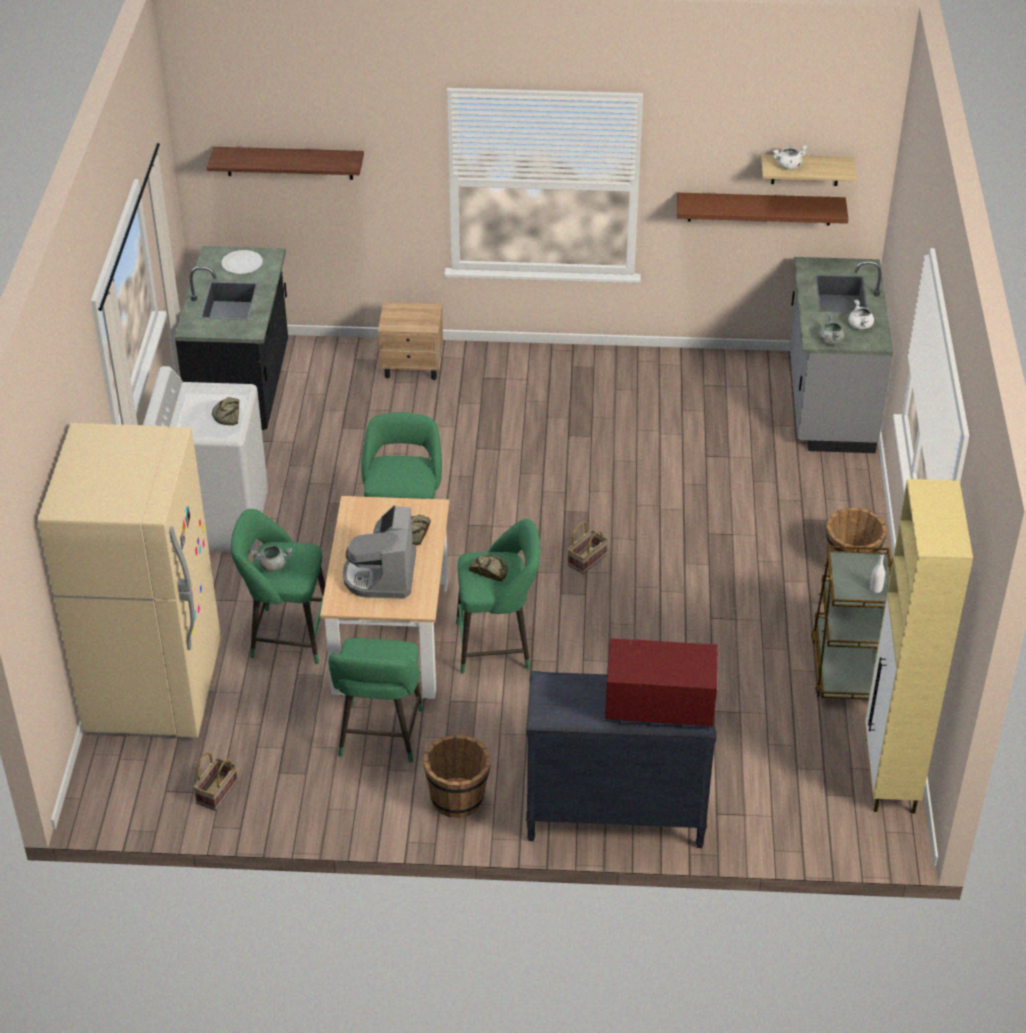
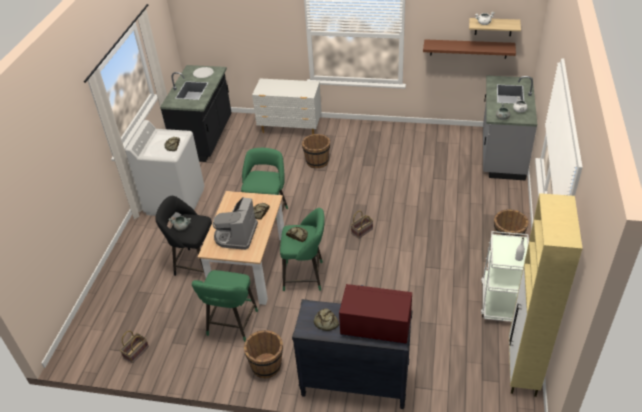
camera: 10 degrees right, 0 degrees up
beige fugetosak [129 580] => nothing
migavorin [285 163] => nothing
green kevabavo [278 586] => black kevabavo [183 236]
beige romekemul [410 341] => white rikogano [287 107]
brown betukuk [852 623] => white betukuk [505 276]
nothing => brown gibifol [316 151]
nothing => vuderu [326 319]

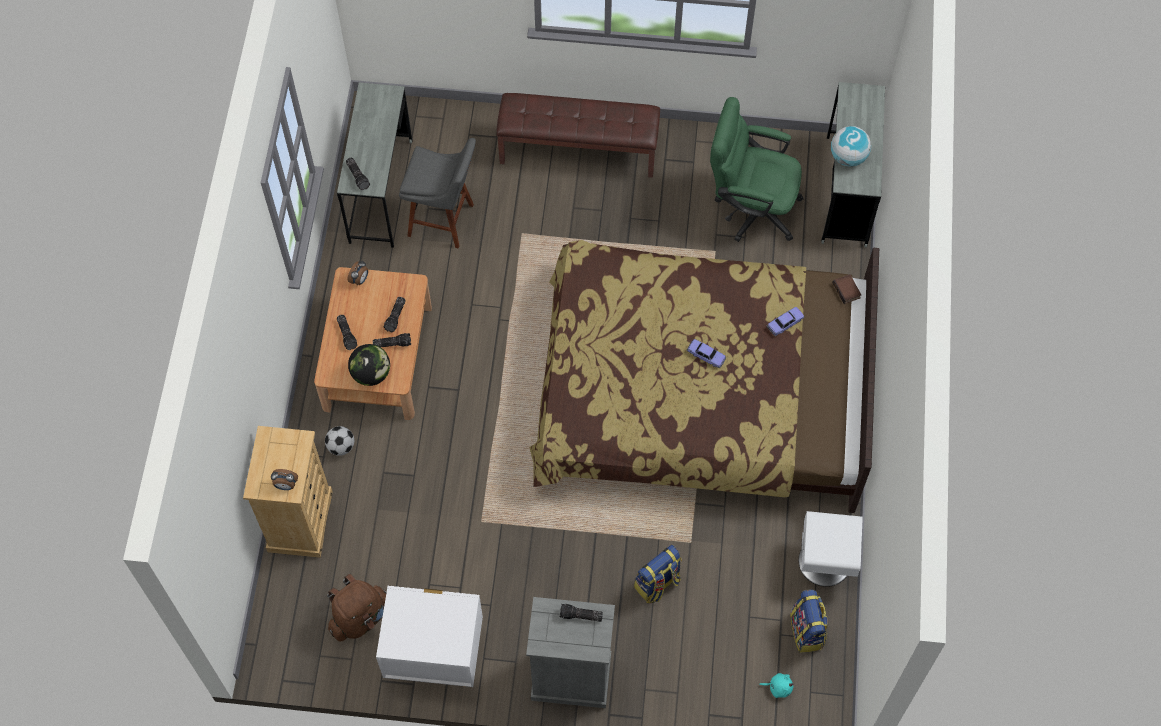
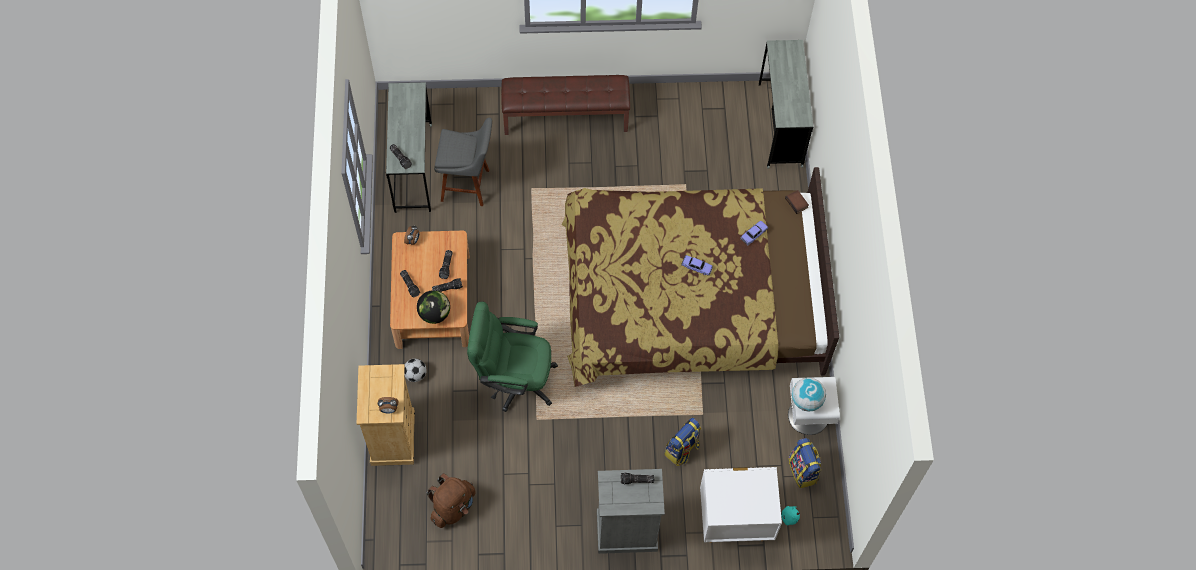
camera: 10 degrees left, 0 degrees up
white romekemul [429 636] => white romekemul [741 505], relocated
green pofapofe [757 169] => green pofapofe [512 356], relocated
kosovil [851 146] => kosovil [809 395], relocated

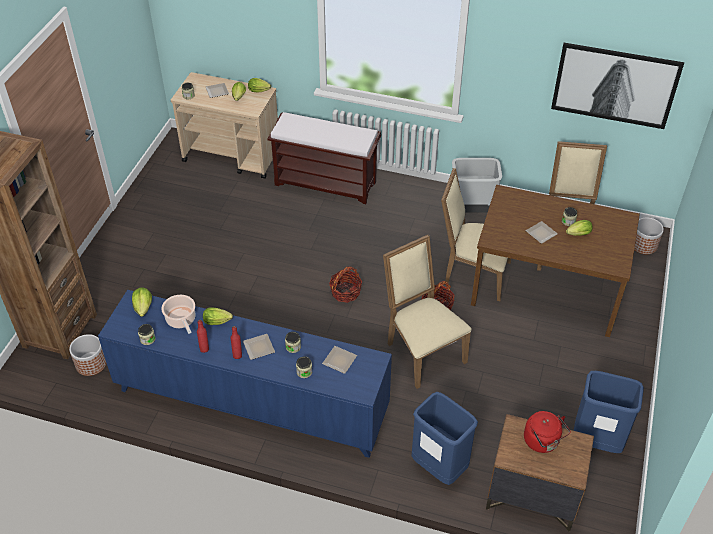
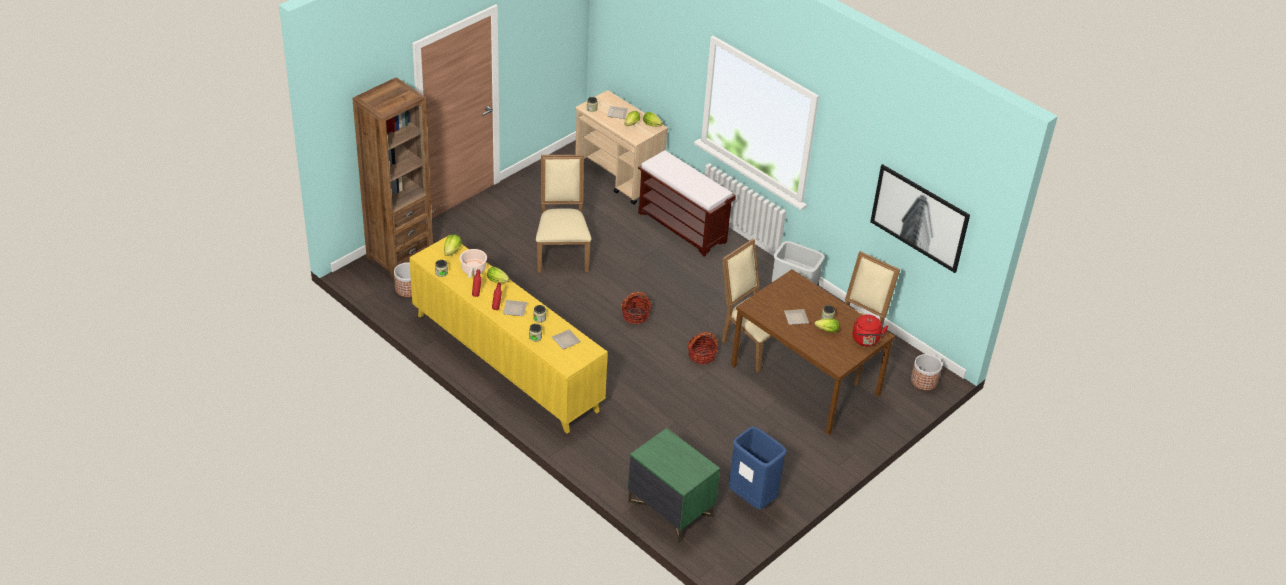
camera: 25 degrees right, 5 degrees down
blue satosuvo [245 374] => yellow satosuvo [509 335]
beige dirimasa [427 312] => beige dirimasa [563 214], relocated
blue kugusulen [445 438] => nothing
brown romekemul [540 473] => green romekemul [674 485]
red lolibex [547 432] => red lolibex [870 330], relocated

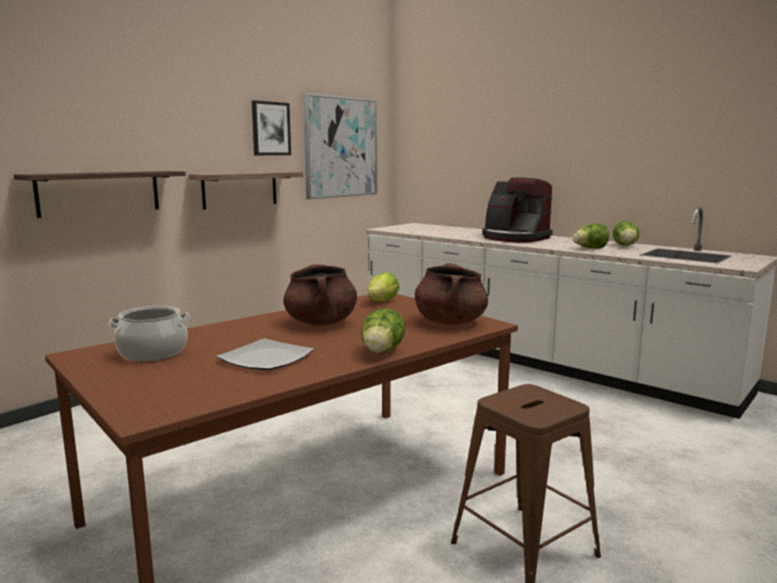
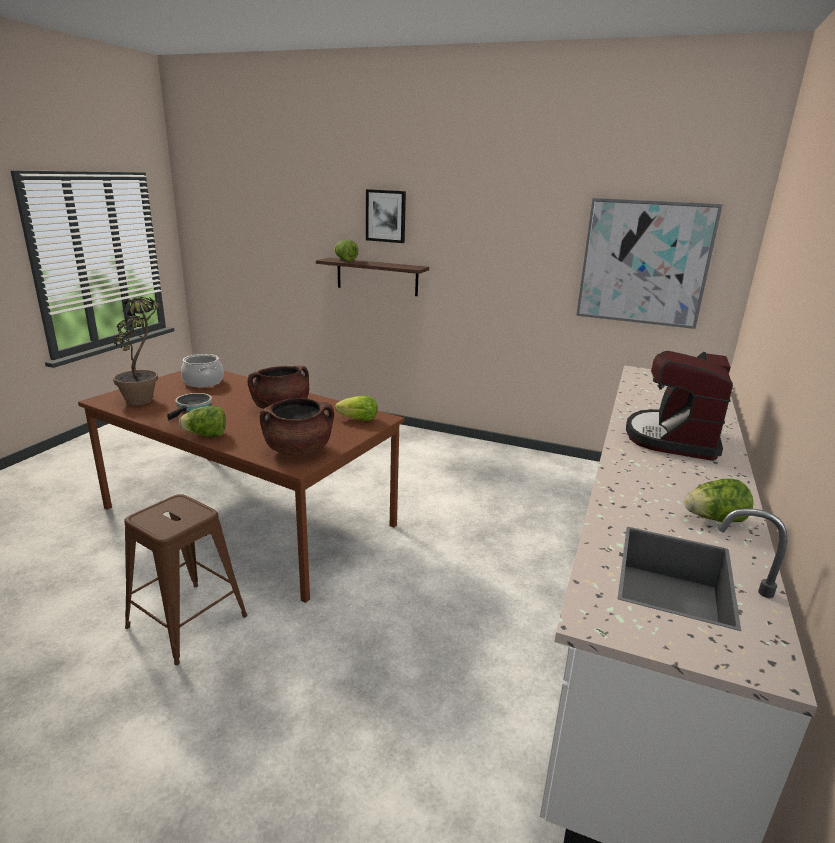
camera: 70 degrees right, 10 degrees up
migavorin [246 190] => nothing
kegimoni [265 354] => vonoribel [189 407]
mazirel [271 127] => mazirel [386 216], relocated
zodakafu [591 236] => zodakafu [346 251], relocated
nothing => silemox [137 349]

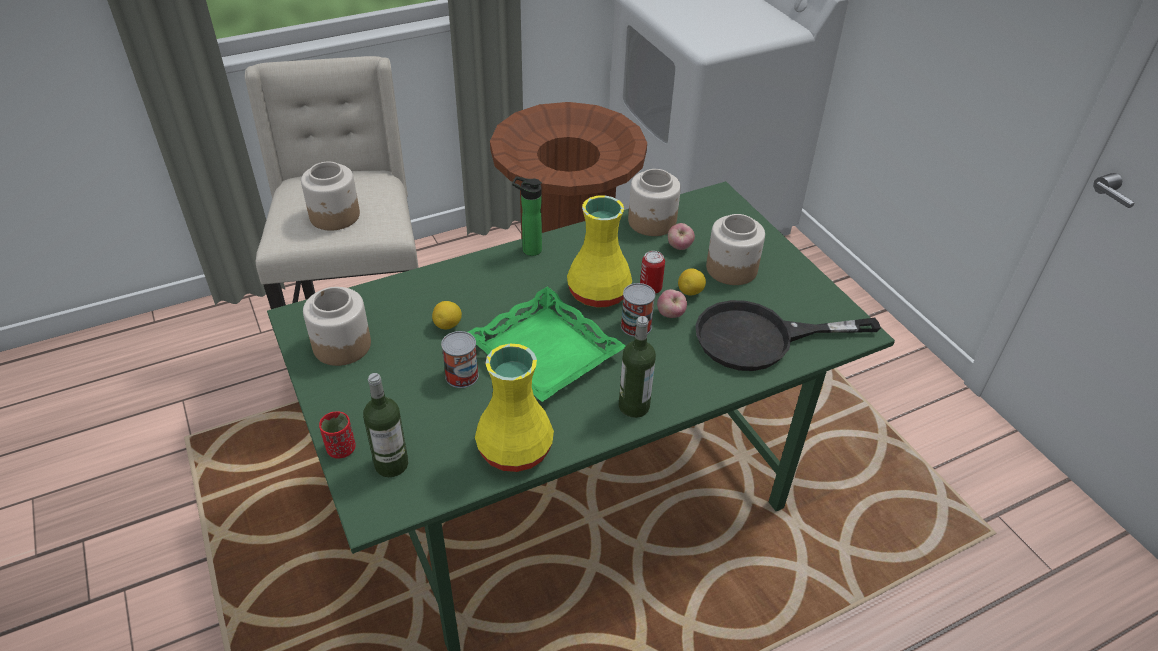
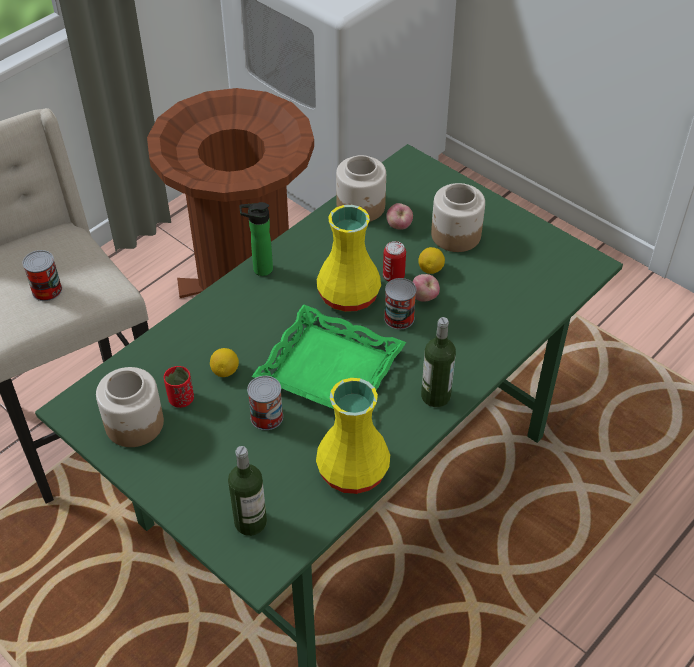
camera: 20 degrees left, 5 degrees up
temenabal [330 196] => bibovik [42 275]
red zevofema [337 435] => red zevofema [179 387], relocated
black vonoribel [788 335] => nothing

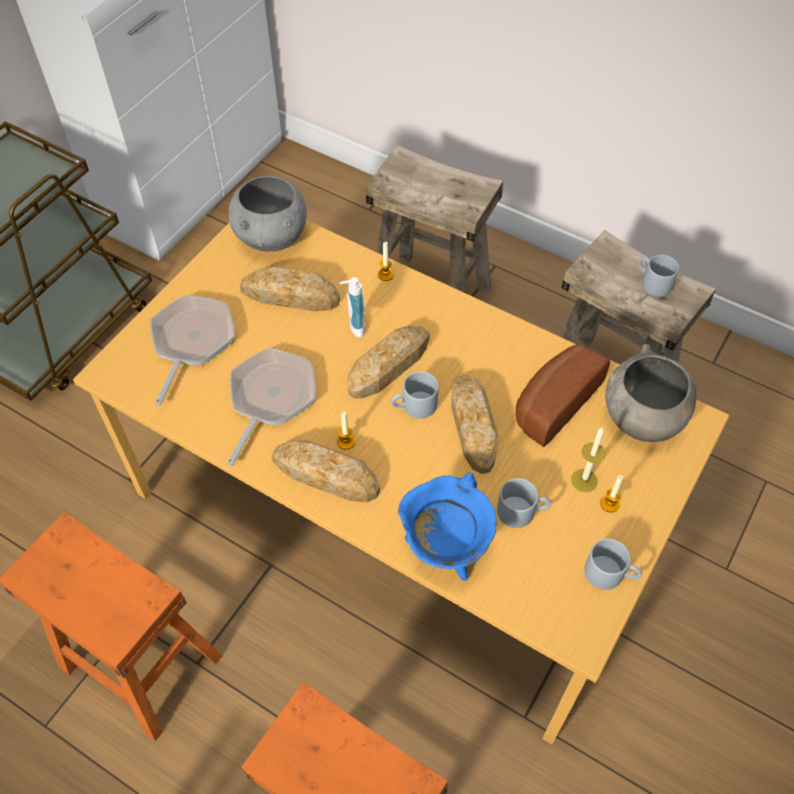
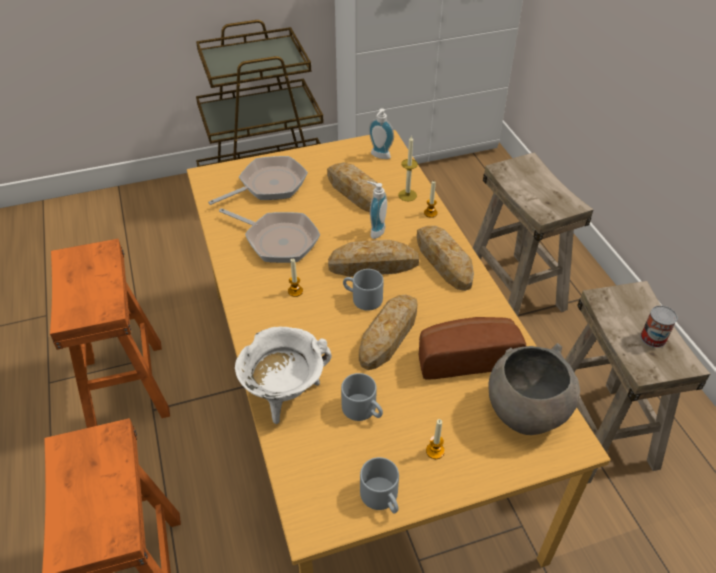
camera: 40 degrees right, 10 degrees down
vonoribel [271 407] => vonoribel [269 235], 60 degrees clockwise
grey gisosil [268 213] => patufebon [381 134]
vuderu [325 471] => vuderu [445 258], relocated
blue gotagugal [447 527] => white gotagugal [283 375]
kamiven [588 460] => kamiven [408 168], relocated
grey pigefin [658 276] => bibovik [659 326]

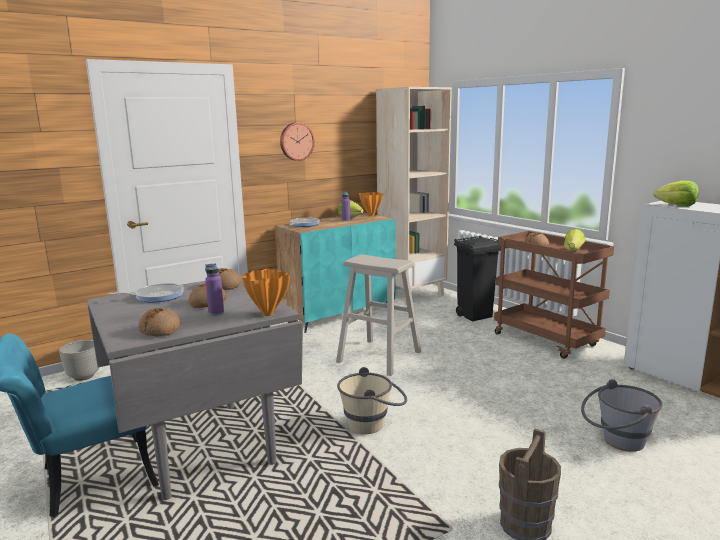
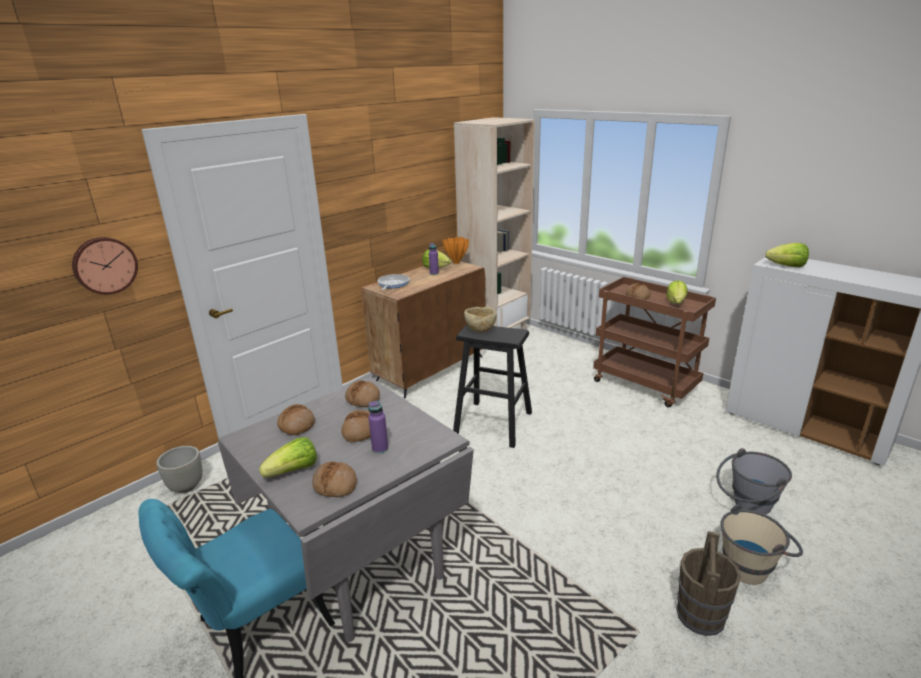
camera: 10 degrees left, 10 degrees up
vonoribel [146 293] => vuderu [296 419]
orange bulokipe [266 292] => nothing
turquoise satosuvo [335 273] => brown satosuvo [423 328]
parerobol [297 142] => parerobol [105 266], relocated
beige kevabavo [378 315] => black kevabavo [492 386]
beige gibifol [372 400] => beige gibifol [761 544], relocated
black kugusulen [477 278] => nothing
nothing => zodakafu [288 457]
nothing => beige gisosil [480 320]

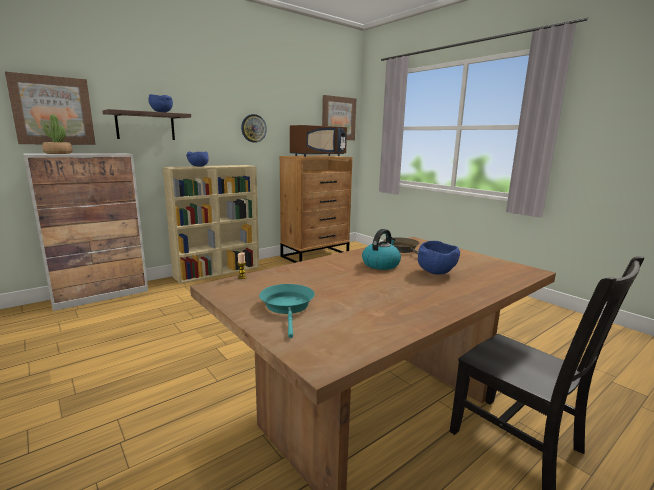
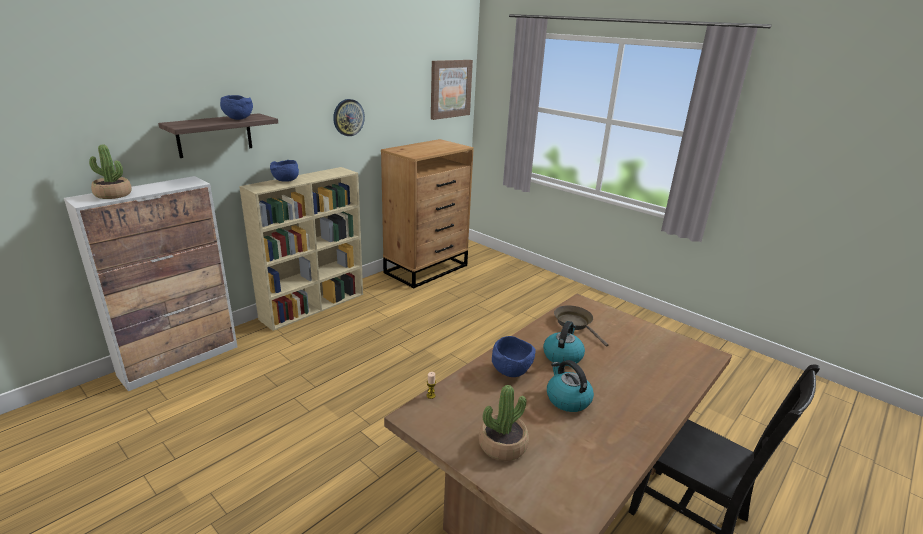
camera: 10 degrees left, 10 degrees up
mazirel [50 108] => nothing
turquoise vonoribel [287 311] => silemox [504 423]
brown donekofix [318 141] => nothing
blue gisosil [439 258] => blue gisosil [514 356], relocated
nothing => lolibex [570 386]

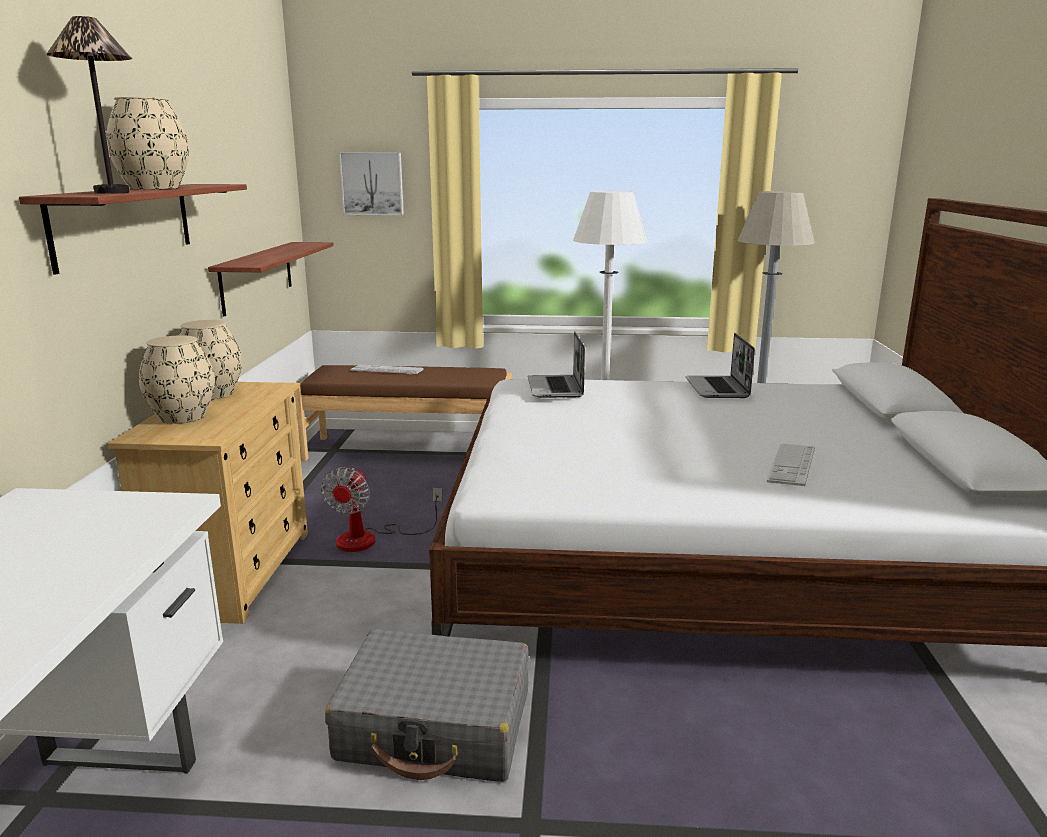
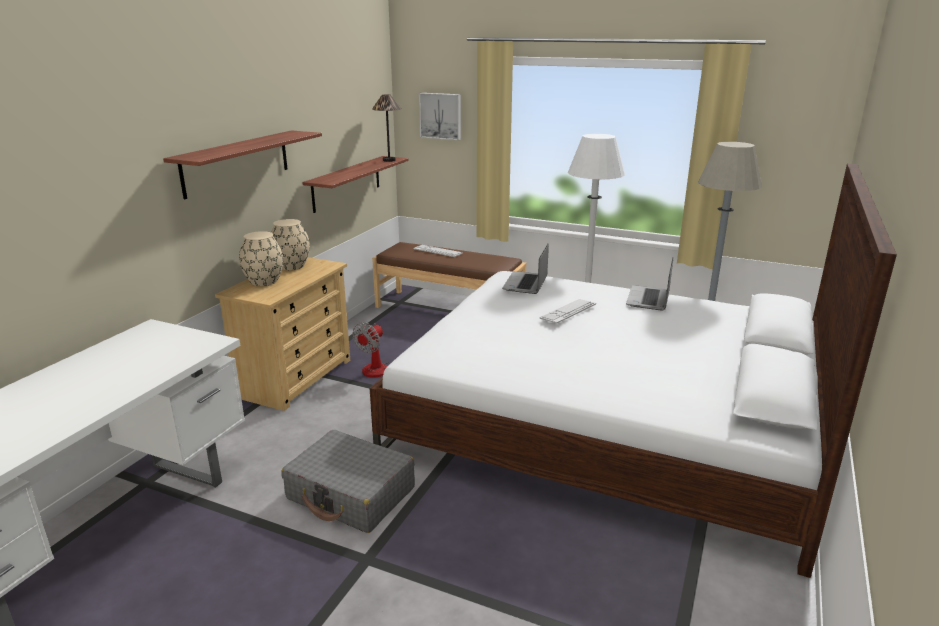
camera: 20 degrees right, 5 degrees up
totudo [89 105] => totudo [386 128], relocated
beige bulokipe [147 143] => nothing
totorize [791 465] => totorize [568 311], relocated

